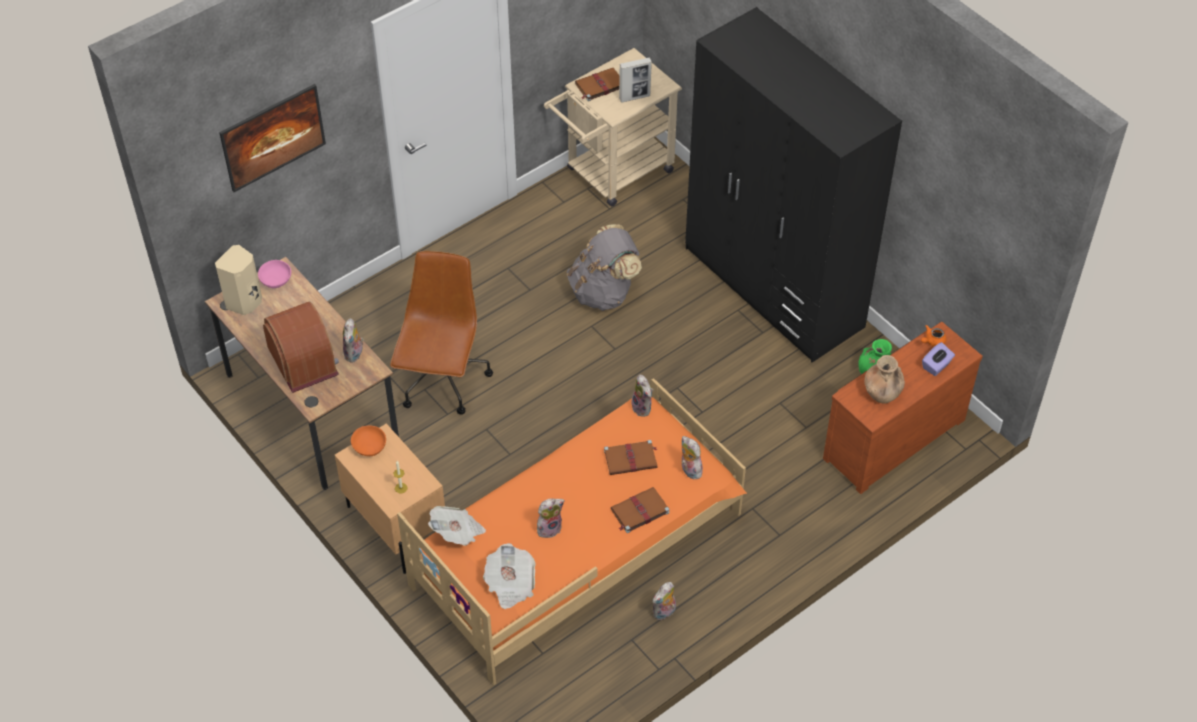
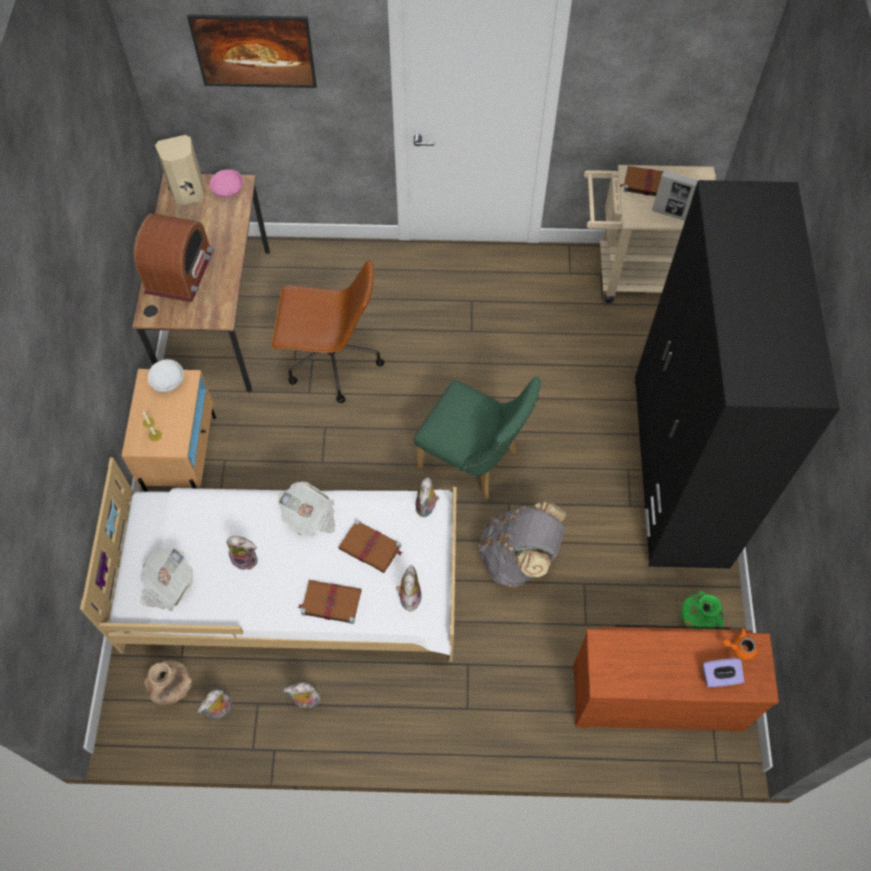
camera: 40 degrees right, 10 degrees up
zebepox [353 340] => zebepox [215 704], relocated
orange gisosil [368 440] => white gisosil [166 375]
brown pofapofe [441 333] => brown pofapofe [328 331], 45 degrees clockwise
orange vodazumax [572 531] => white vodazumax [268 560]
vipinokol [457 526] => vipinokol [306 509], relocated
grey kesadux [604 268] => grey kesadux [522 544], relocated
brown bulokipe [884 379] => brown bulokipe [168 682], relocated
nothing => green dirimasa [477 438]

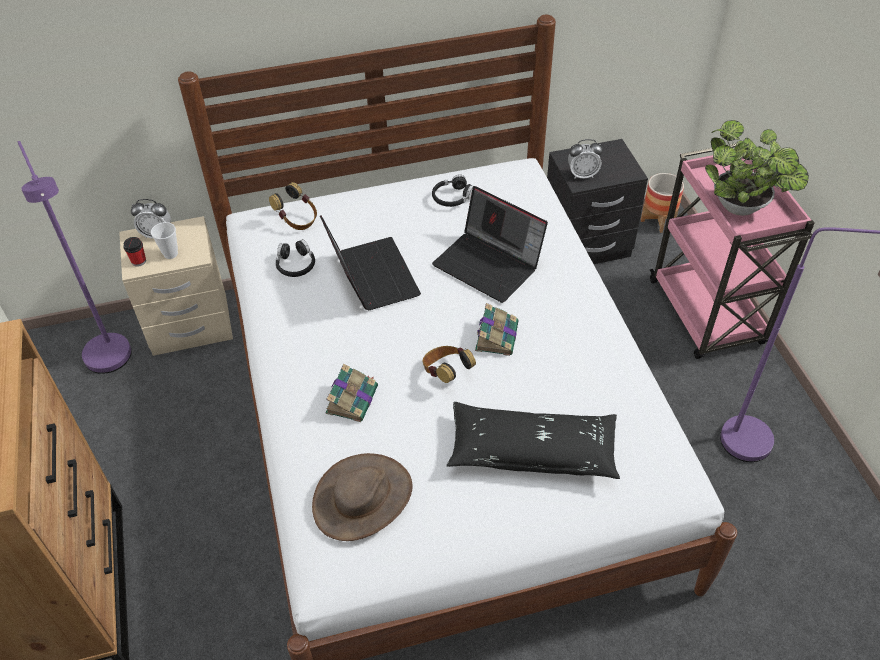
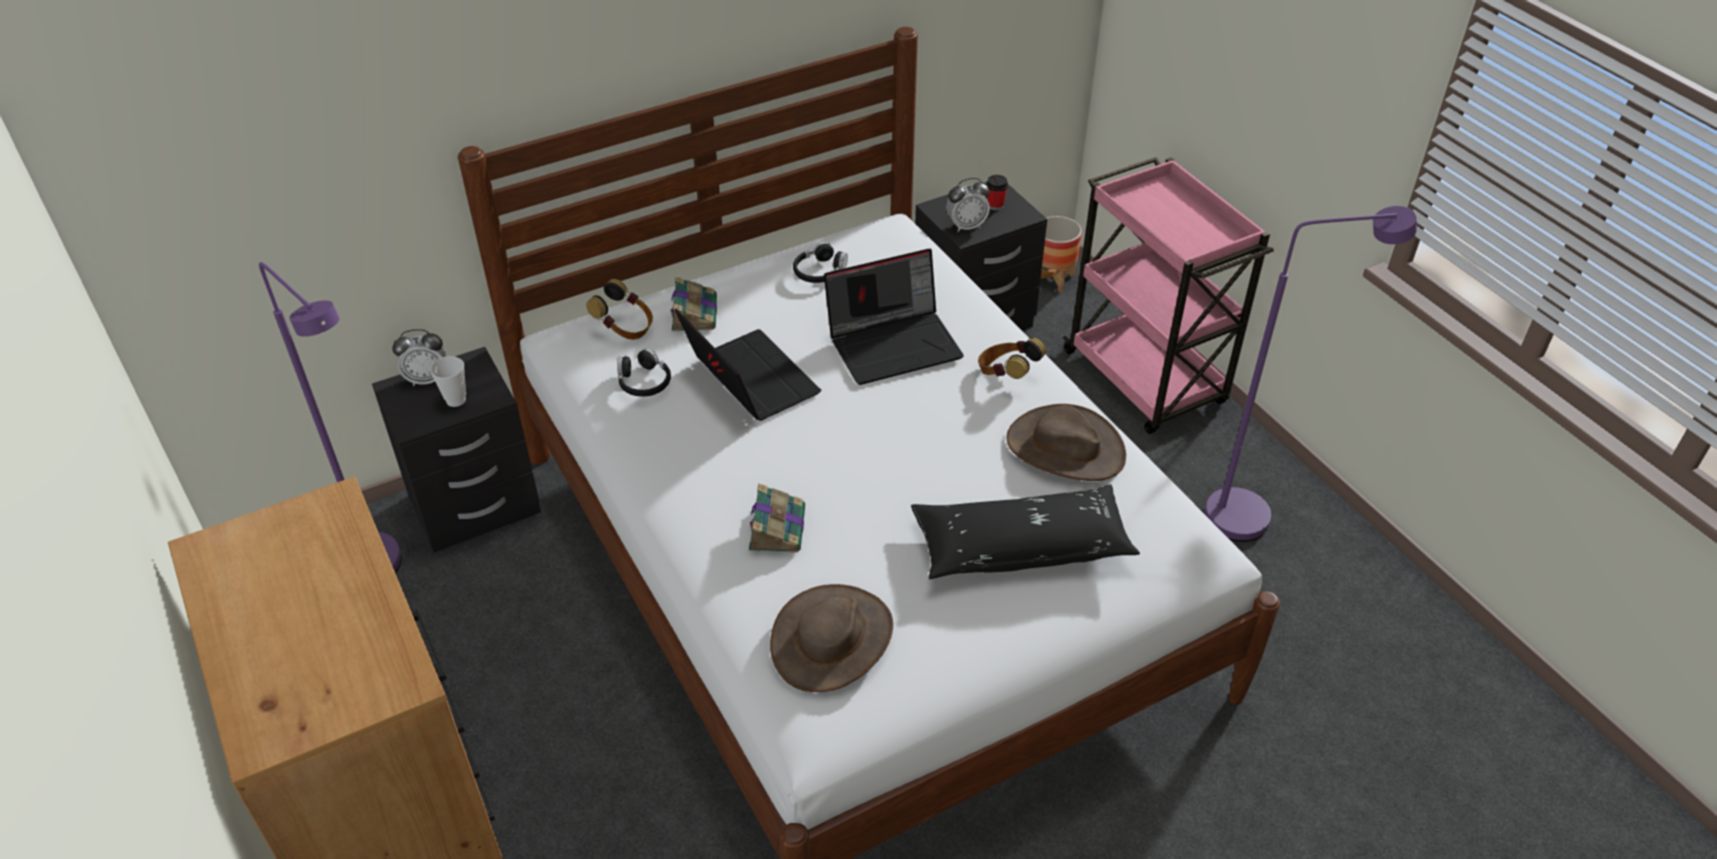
camera: 15 degrees left, 5 degrees down
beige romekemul [176 286] => black romekemul [456 449]
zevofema [134 252] => zevofema [997 192], relocated
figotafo [449 364] => figotafo [1012 358], relocated
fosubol [490 244] => fosubol [894 317], 45 degrees counterclockwise
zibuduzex [496 329] => zibuduzex [694 303], relocated
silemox [757 168] => nothing
nothing => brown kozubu [1066 442]

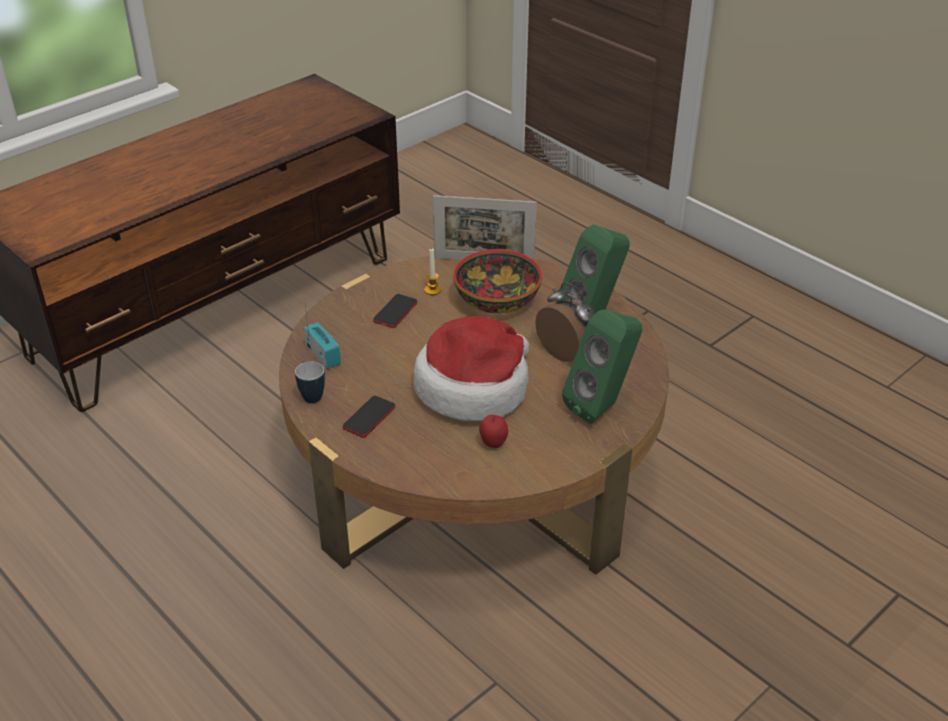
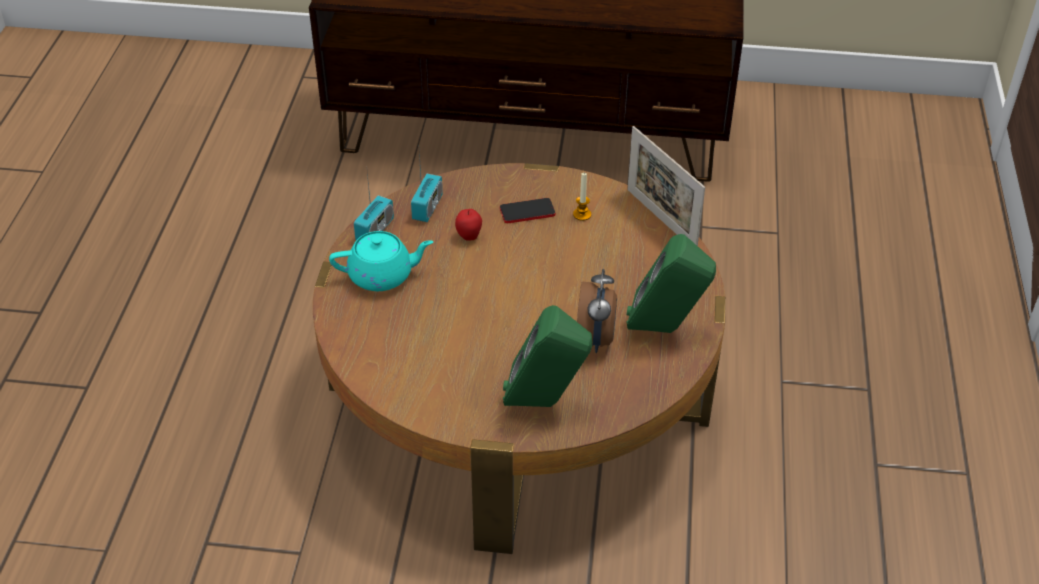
camera: 50 degrees right, 5 degrees up
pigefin [310 382] => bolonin [374 206]
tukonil [369 417] => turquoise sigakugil [381 261]
kozubu [471 368] => nothing
gisosil [497 281] => nothing
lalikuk [493 431] => lalikuk [468 225], relocated

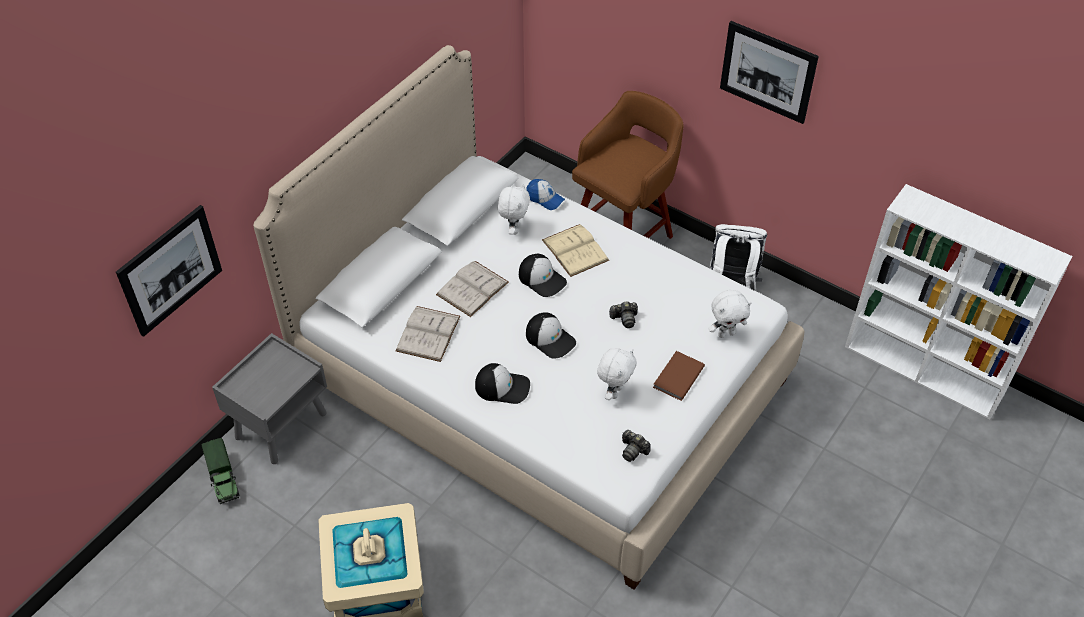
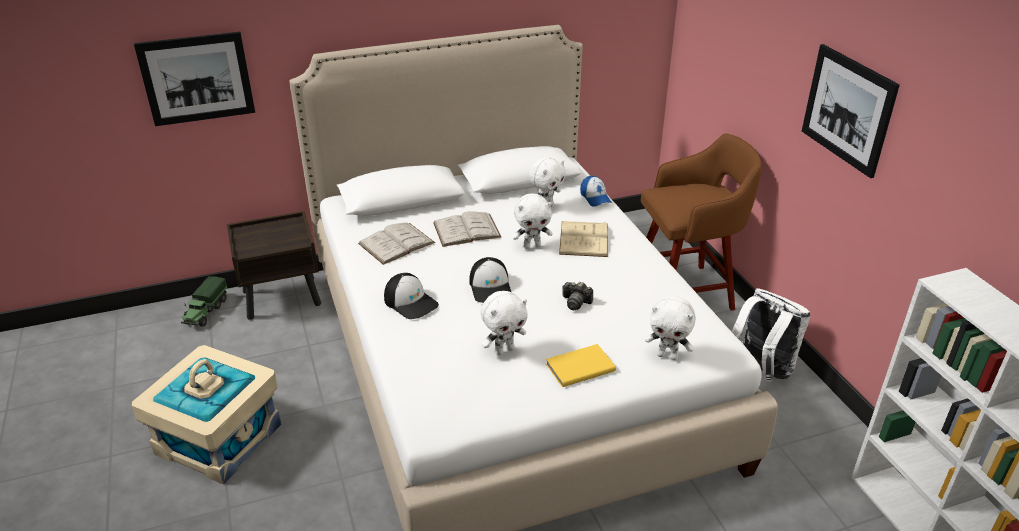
camera: 35 degrees right, 15 degrees down
grey romekemul [269 398] => brown romekemul [274 265]
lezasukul [543 275] => white zebepox [532 221]
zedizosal [636 446] => nothing
brown zibuduzex [679 376] => yellow zibuduzex [581 365]

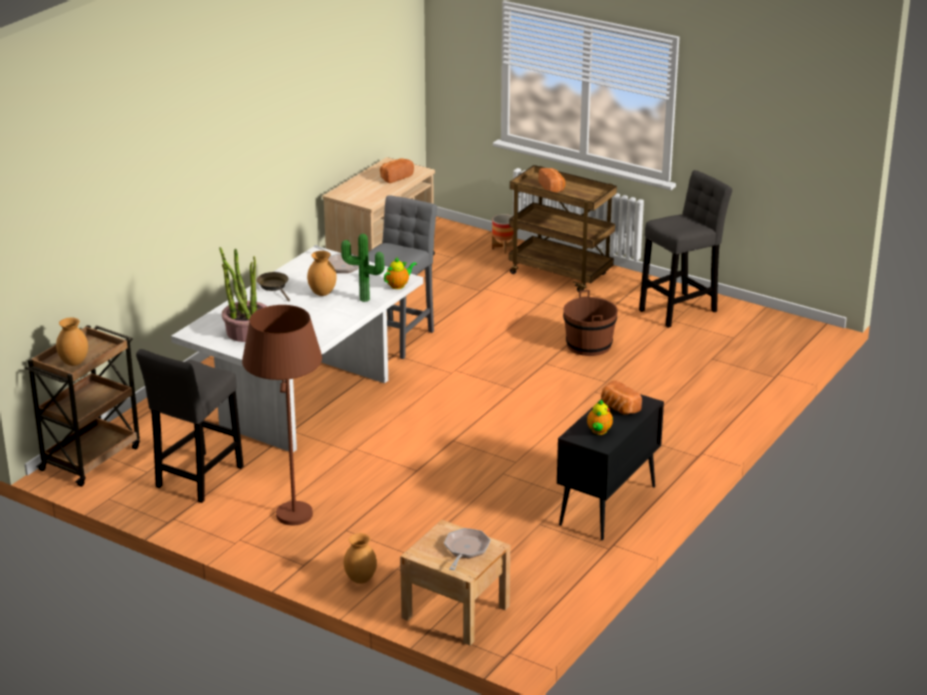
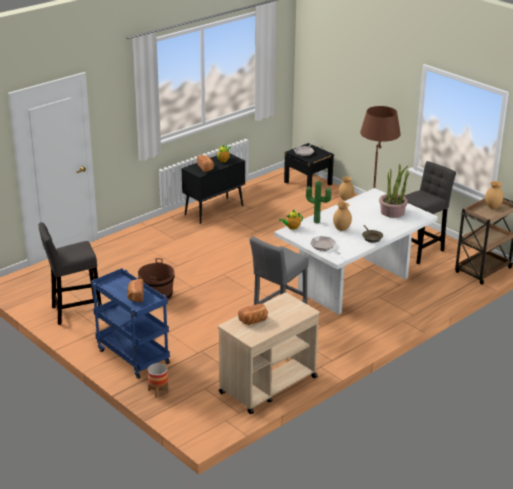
camera: 165 degrees left, 0 degrees up
beige romekemul [455 583] => black romekemul [309 165]
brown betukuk [563 229] => blue betukuk [130 323]

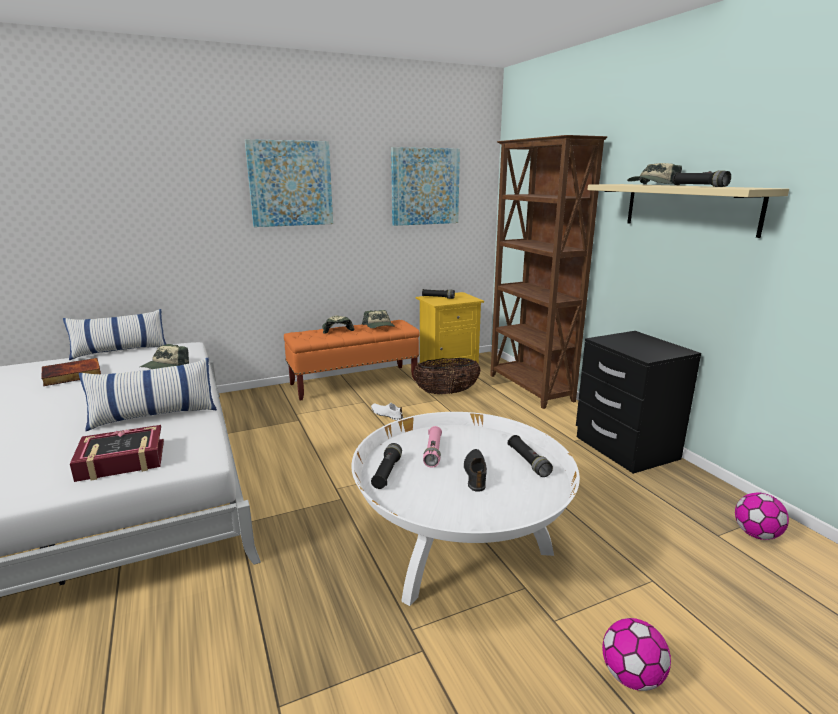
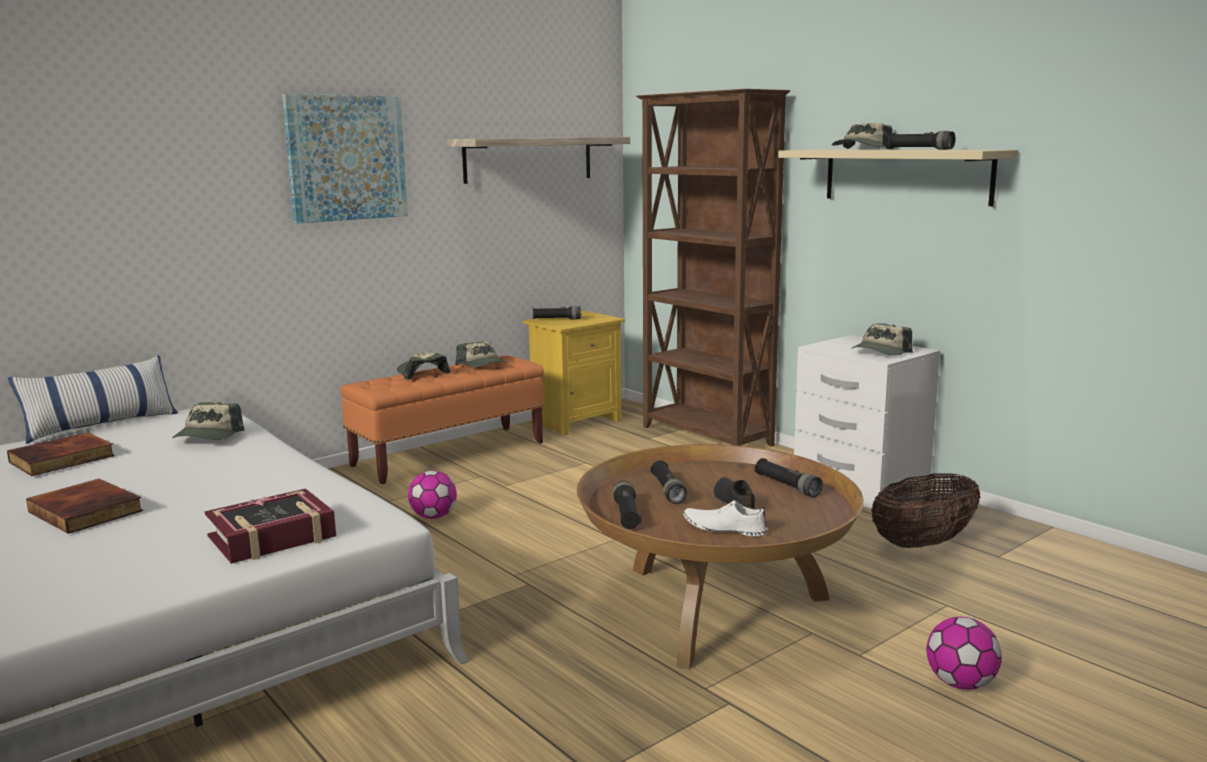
camera: 15 degrees left, 5 degrees down
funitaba [148 394] => nothing
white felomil [465 509] => brown felomil [720 556]
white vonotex [387 411] => white vonotex [725 518], relocated
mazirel [425 186] => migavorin [538 160]
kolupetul [447 376] => kolupetul [926 510], relocated
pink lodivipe [432 447] => black lodivipe [669 482]
black romekemul [638 402] => white romekemul [867 422]
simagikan [762 516] => simagikan [432 495], relocated
nothing => zibuduzex [84 506]
nothing => lezasukul [882 339]

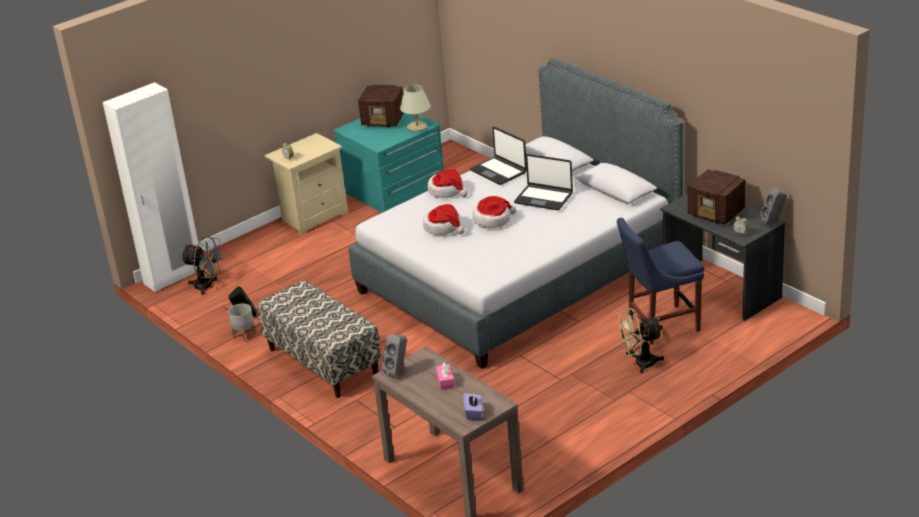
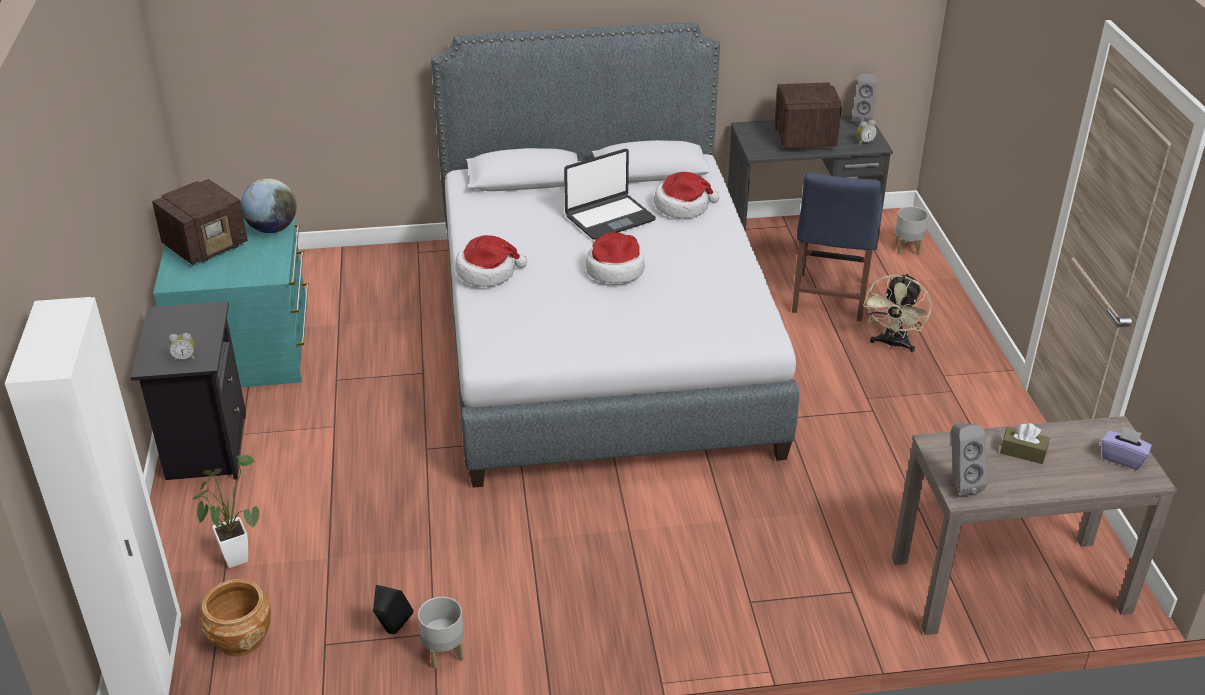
camera: 60 degrees left, 5 degrees up
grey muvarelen [202 265] => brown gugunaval [235 618]
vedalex [319 339] => nothing
beige romekemul [306 184] => black romekemul [188 390]
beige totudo [415 108] => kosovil [269 206]
kozubu [444 219] => kozubu [687 195], relocated
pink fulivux [445 376] => brown fulivux [1025 443]
fosubol [498 156] => nothing
bolonin [716 197] => bolonin [808 115], 75 degrees counterclockwise
nothing => silemox [225 511]
nothing => grey gugunaval [911 230]

